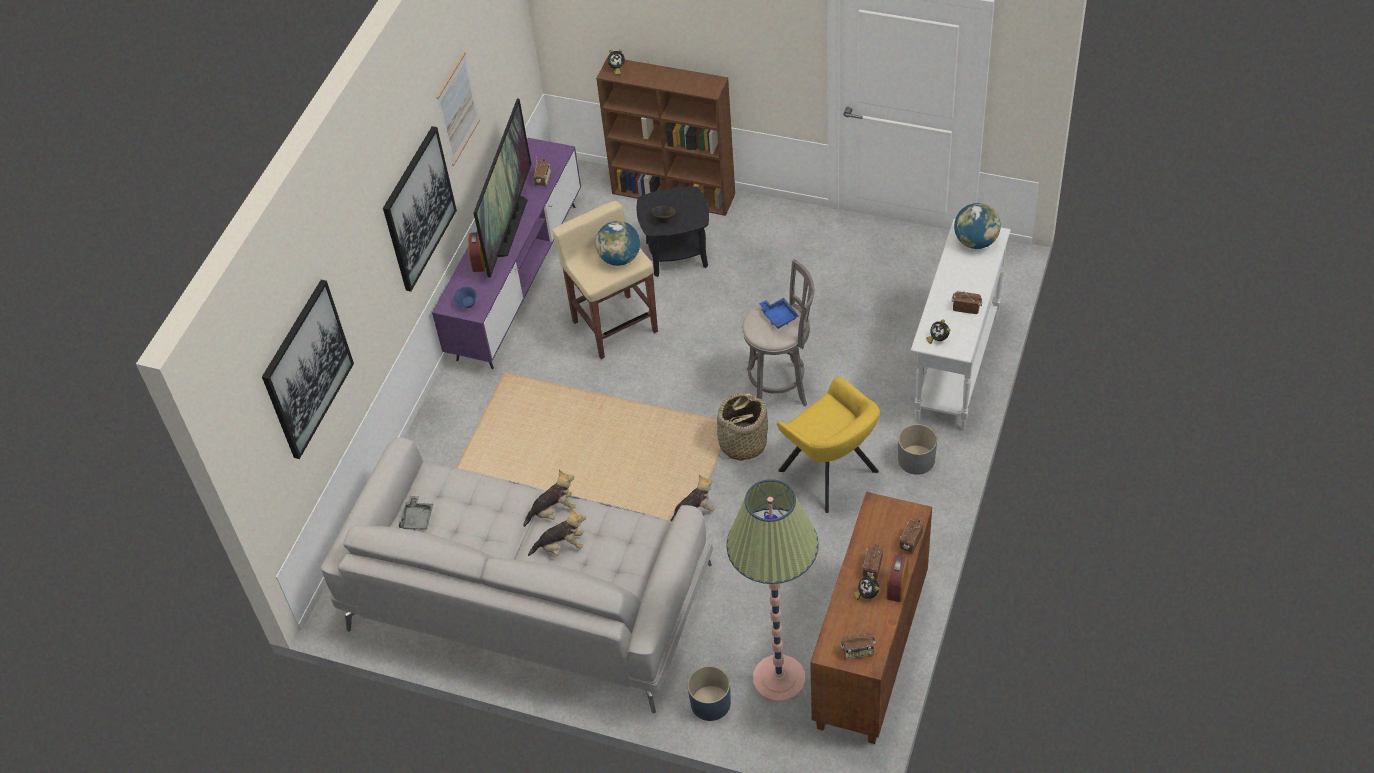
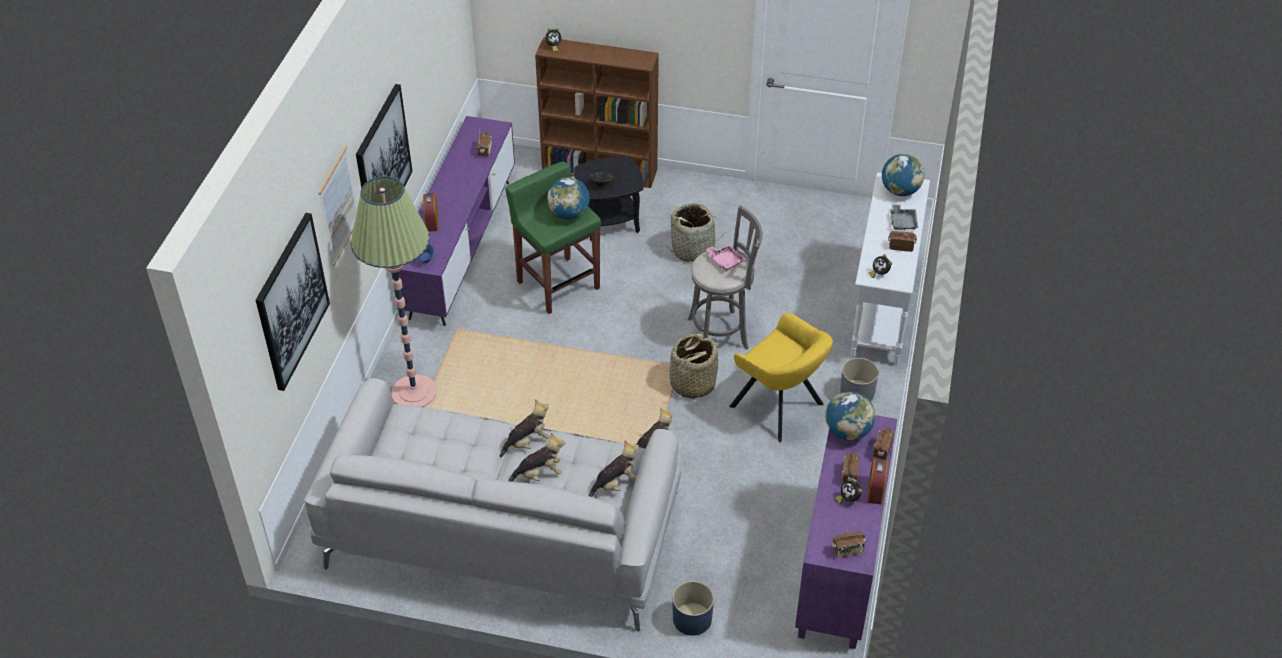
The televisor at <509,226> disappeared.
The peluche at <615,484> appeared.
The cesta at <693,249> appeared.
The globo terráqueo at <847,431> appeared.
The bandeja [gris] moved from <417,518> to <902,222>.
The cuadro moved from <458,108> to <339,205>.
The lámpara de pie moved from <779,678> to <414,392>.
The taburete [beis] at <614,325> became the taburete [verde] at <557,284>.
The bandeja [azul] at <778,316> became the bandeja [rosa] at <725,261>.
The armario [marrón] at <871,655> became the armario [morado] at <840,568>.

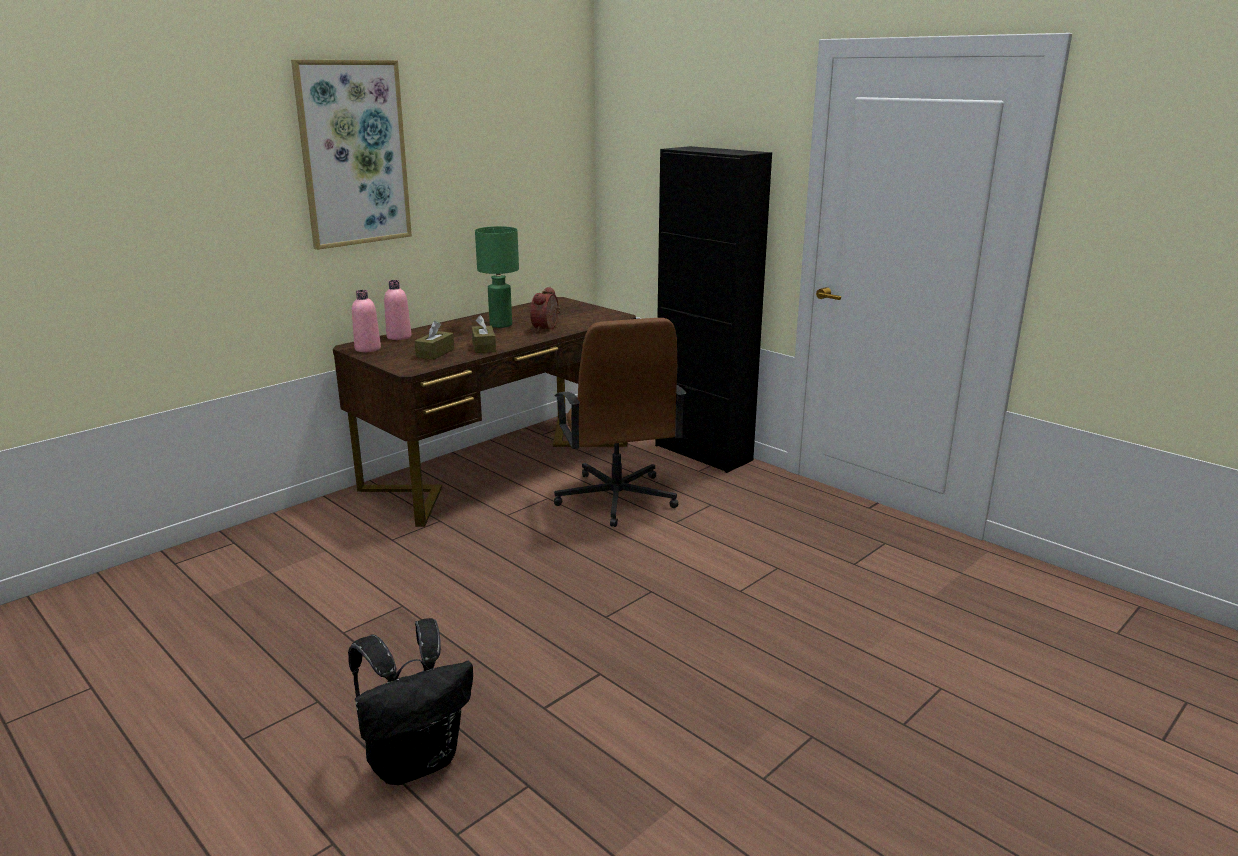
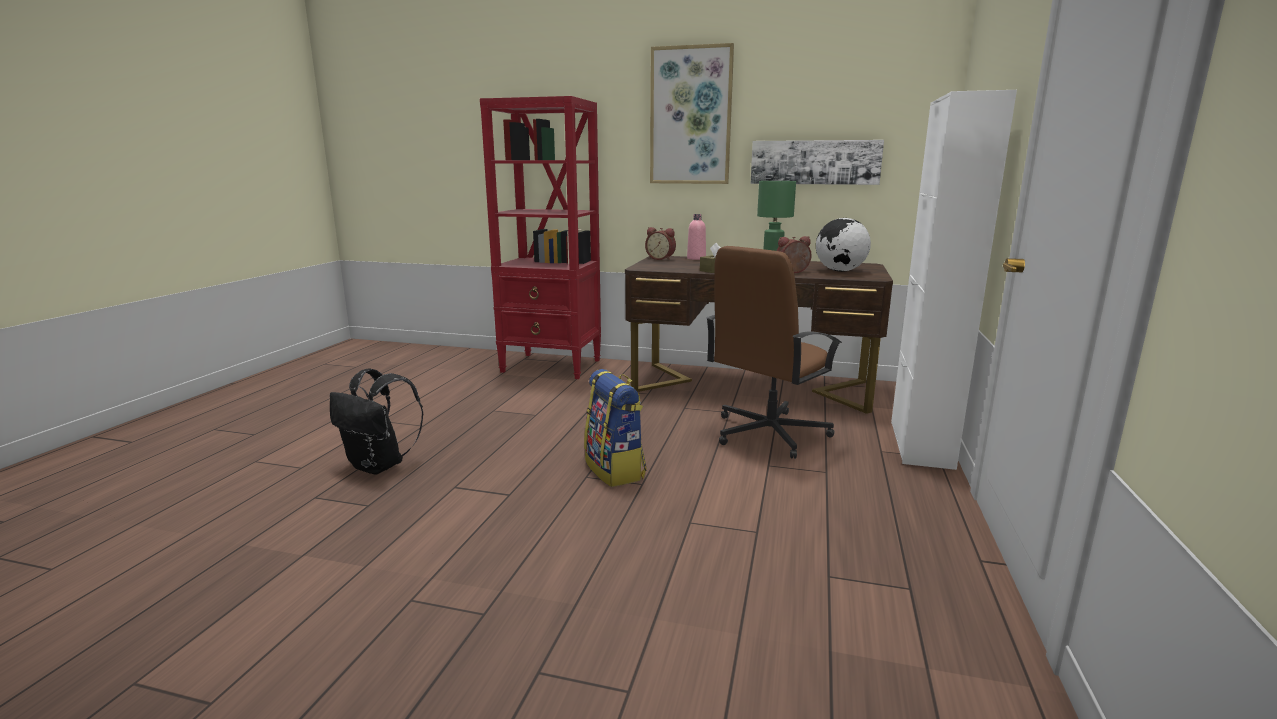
The caja de pañuelos [marrón] at <435,353> disappeared.
The estantería [rojo] at <552,366> appeared.
The mochila at <616,470> appeared.
The cuadro at <815,162> appeared.
The globo terráqueo at <840,271> appeared.
The botella [rosa] at <368,349> was replaced by the despertador at <661,259>.
The armario [negro] at <703,453> became the armario [blanco] at <921,444>.

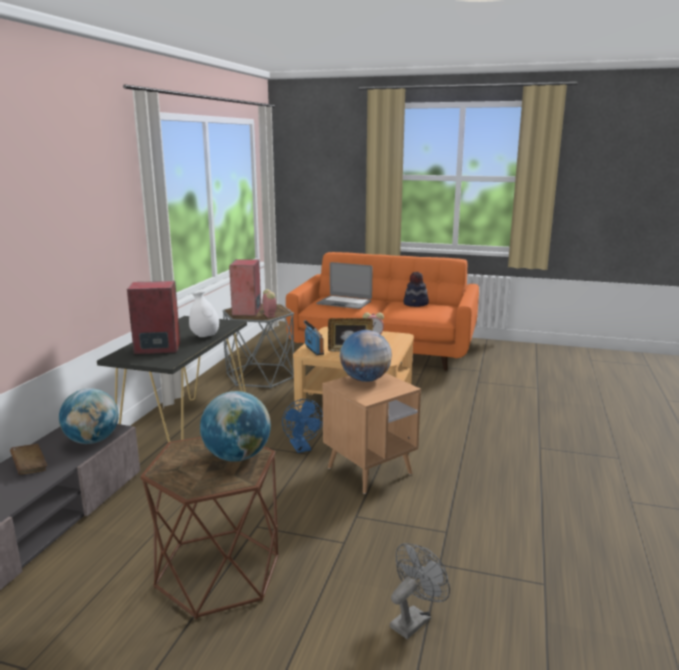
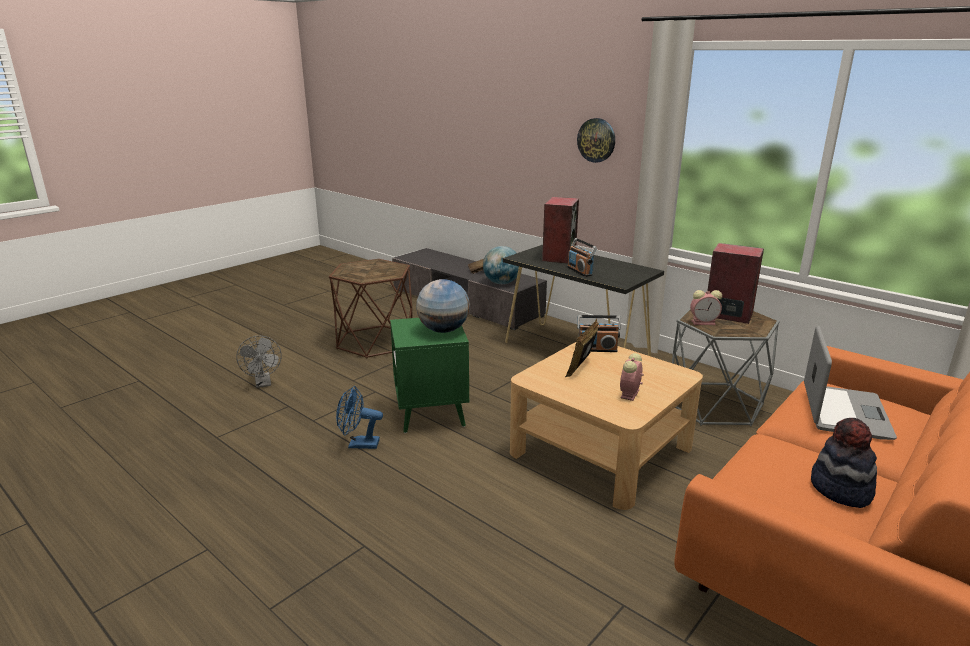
The globo terráqueo at <237,457> disappeared.
The reloj de pared at <596,140> appeared.
The ventilador [azul] moved from <302,448> to <358,444>.
The florero [blanco] at <205,336> was replaced by the radio at <580,271>.
The mesa auxiliar [marrón] at <369,471> became the mesa auxiliar [verde] at <431,414>.
The portátil at <344,303> turned 150 degrees clockwise.

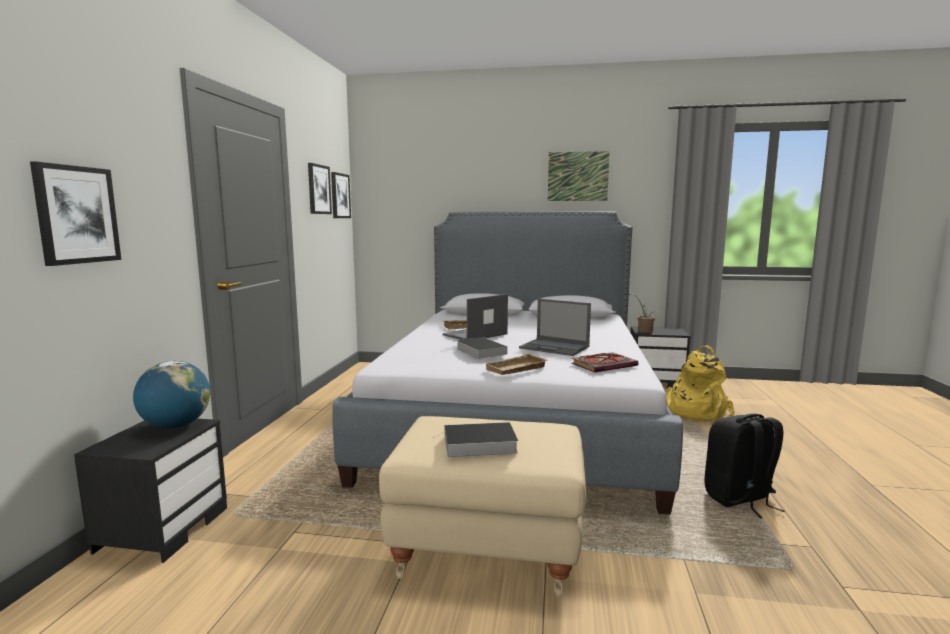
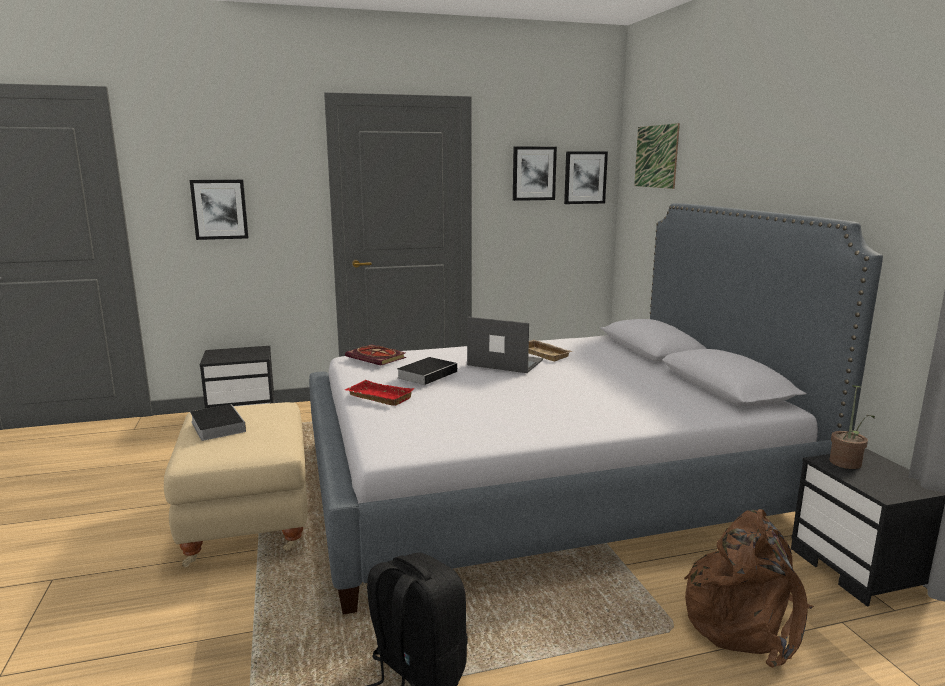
The globo terráqueo at <176,426> disappeared.
The portátil at <555,347> disappeared.
The cuadro moved from <578,176> to <656,156>.
The libro moved from <604,364> to <377,357>.
The bandeja [beis] at <516,369> became the bandeja [rojo] at <377,397>.
The mochila [amarillo] at <693,411> became the mochila [marrón] at <745,621>.

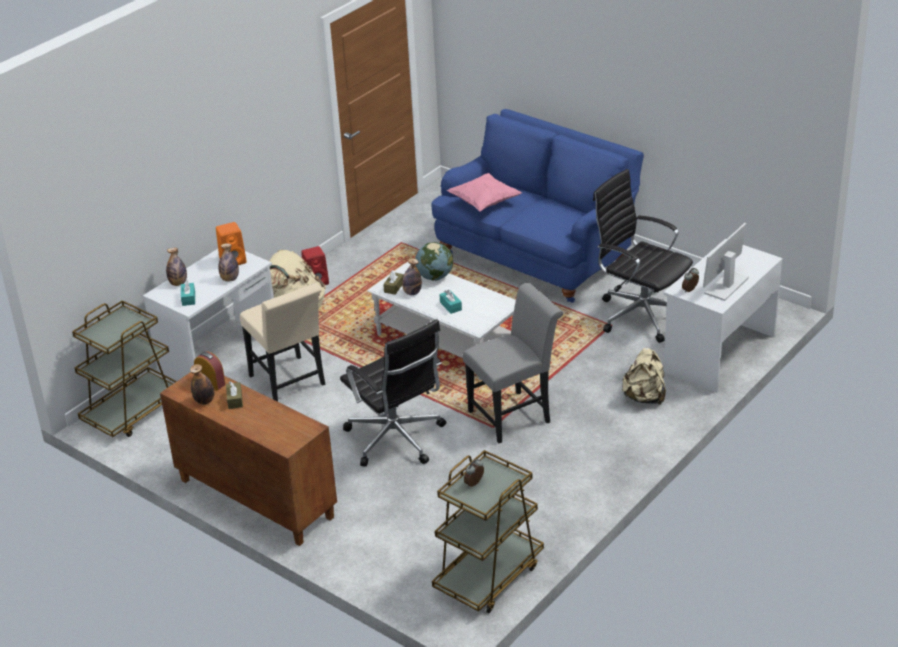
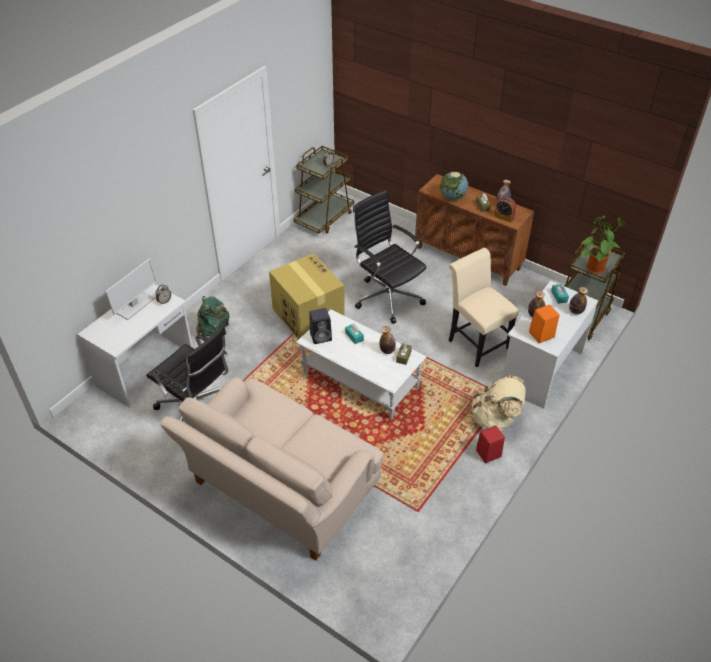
The cojín [rosa] at <484,202> disappeared.
The altavoz [negro] at <321,336> appeared.
The planta en maceta at <594,267> appeared.
The globo terráqueo moved from <435,277> to <453,197>.
The silla [gris] at <514,415> was replaced by the caja de cartón at <307,315>.
The sofá [azul] at <537,255> became the sofá [beis] at <280,490>.
The mochila [beis] at <644,397> became the mochila [verde] at <213,329>.

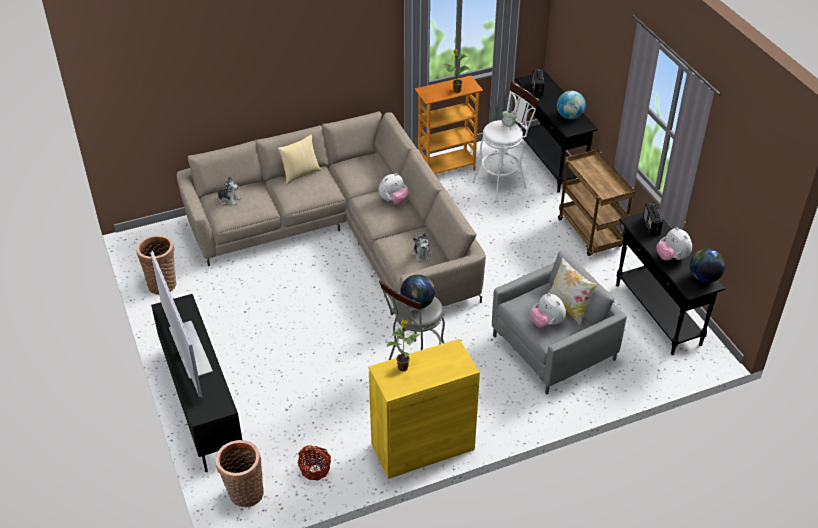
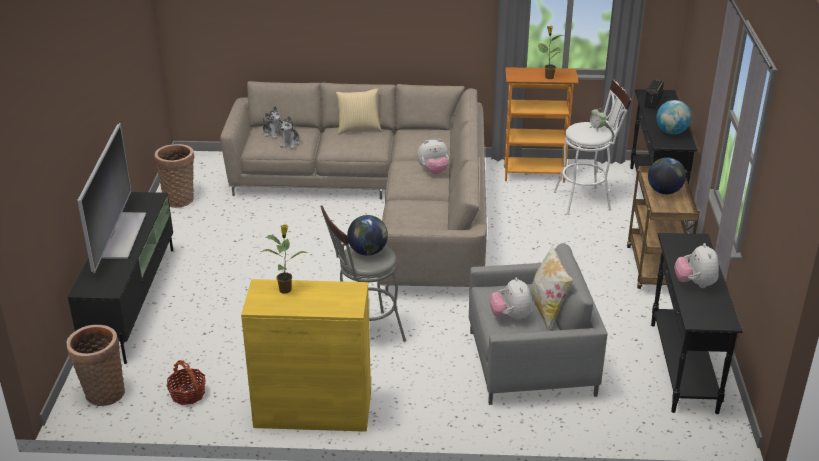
The radio at <651,226> disappeared.
The peluche moved from <422,254> to <290,143>.
The globo terráqueo moved from <704,277> to <664,191>.

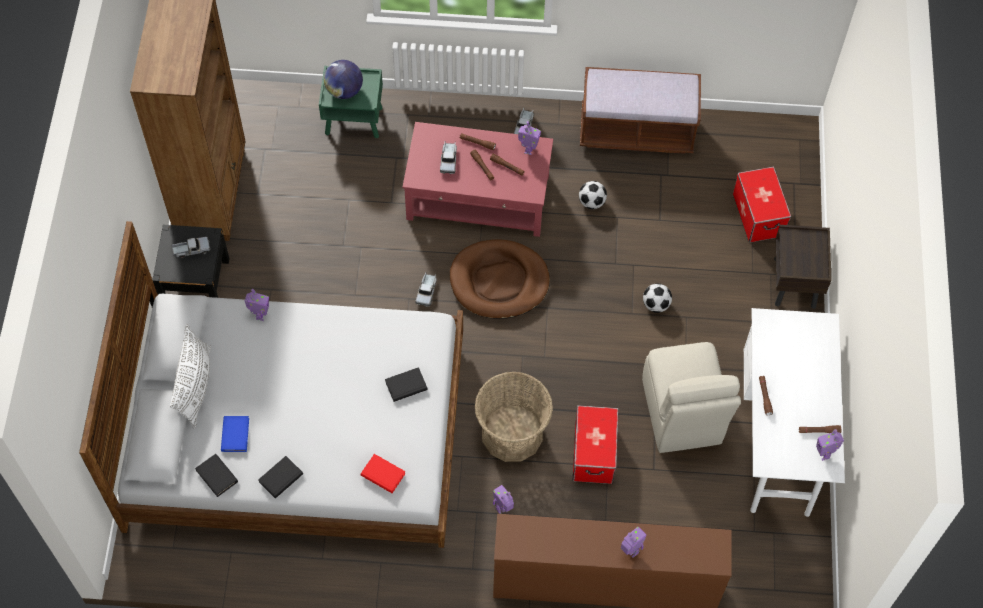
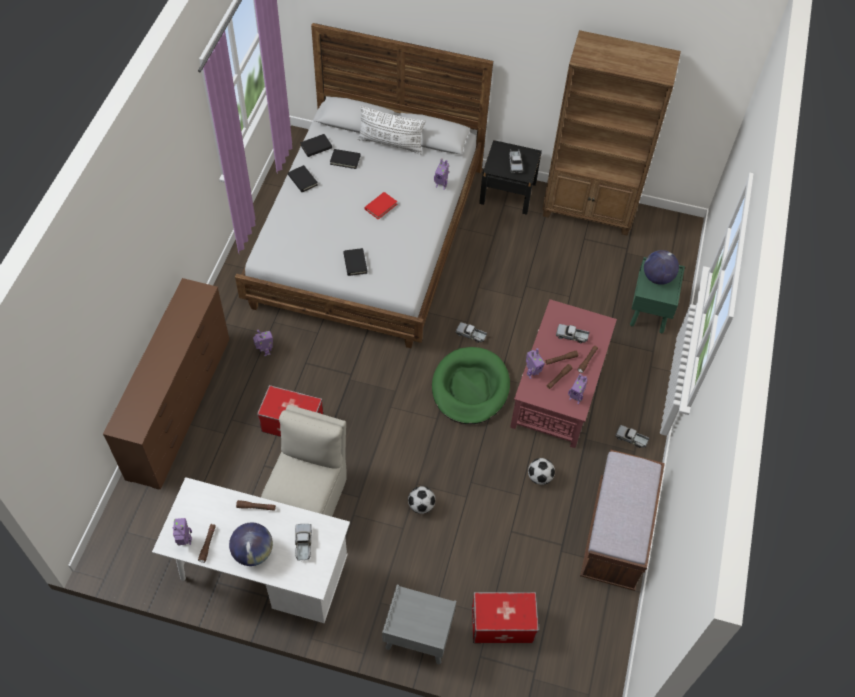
The cesta at <512,433> disappeared.
The globo terráqueo at <253,552> appeared.
The camión de juguete at <303,544> appeared.
The libro [rojo] moved from <383,474> to <380,206>.
The robot de juguete moved from <630,551> to <532,373>.
The libro [azul] at <235,435> became the libro [negro] at <345,160>.
The cama para perro [marrón] at <499,281> became the cama para perro [verde] at <470,388>.
The mesita de noche [marrón] at <795,283> became the mesita de noche [gris] at <417,637>.
The silla [beis] at <681,414> turned 105 degrees clockwise.

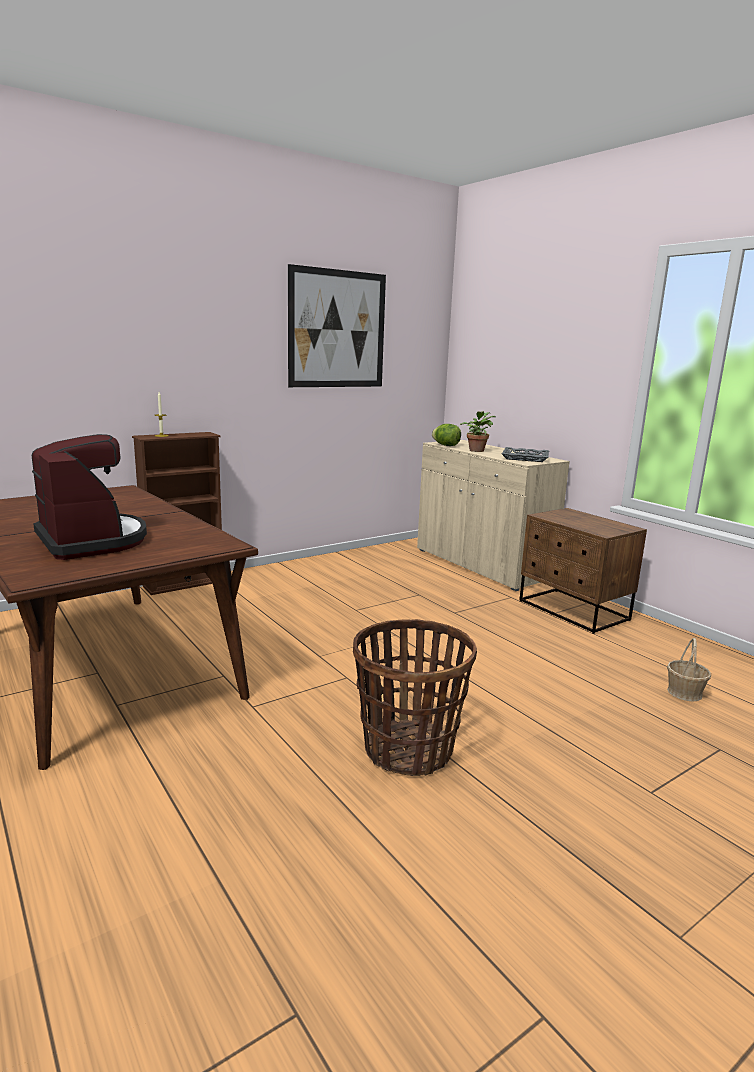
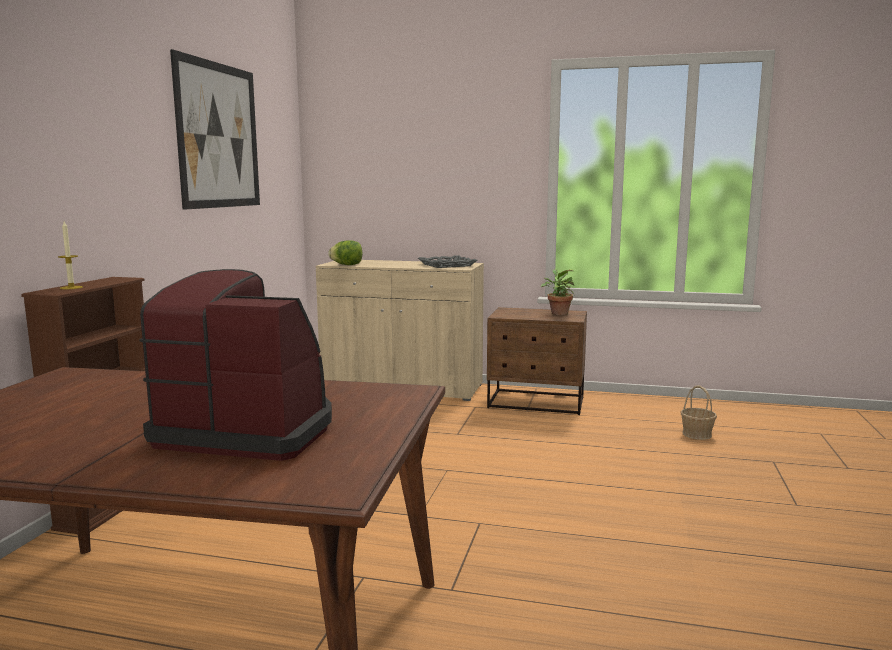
The cesta at <408,749> disappeared.
The planta en maceta moved from <476,450> to <558,313>.

